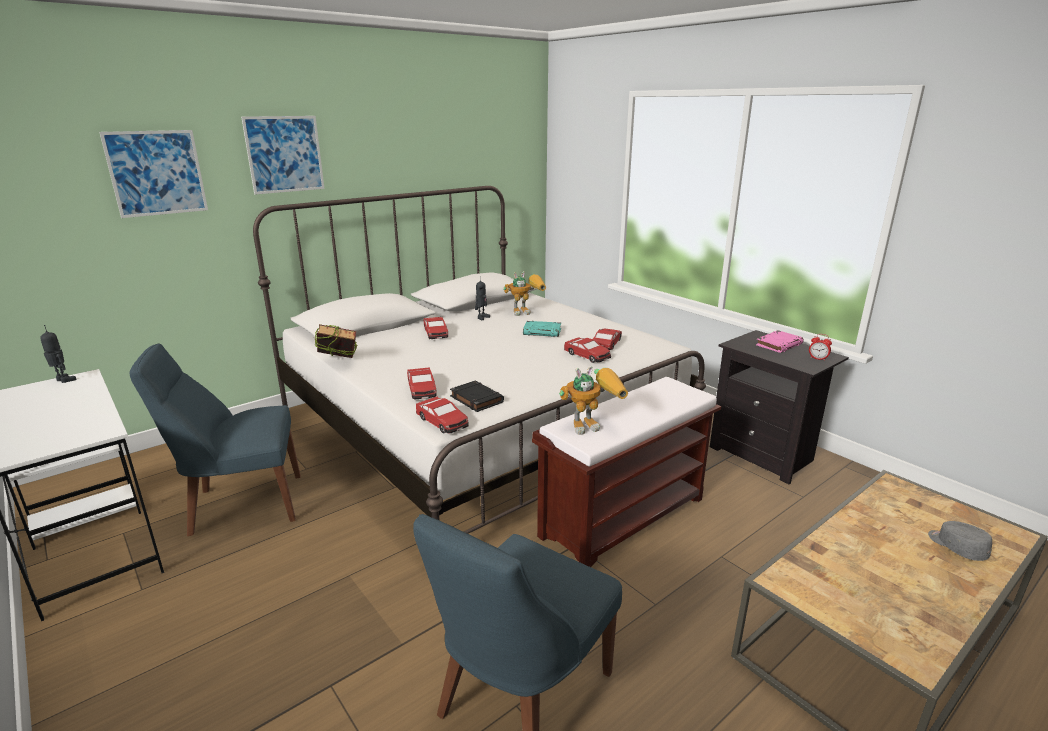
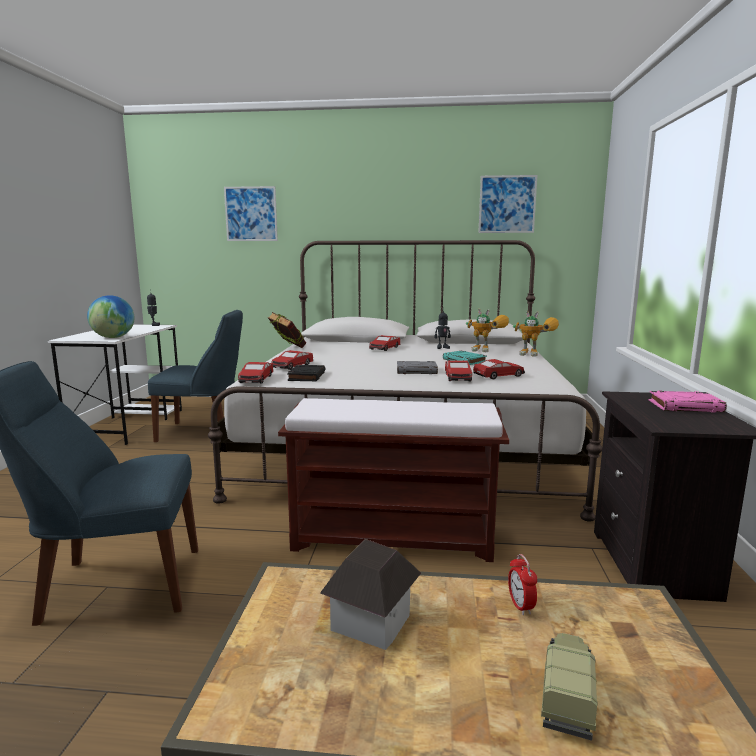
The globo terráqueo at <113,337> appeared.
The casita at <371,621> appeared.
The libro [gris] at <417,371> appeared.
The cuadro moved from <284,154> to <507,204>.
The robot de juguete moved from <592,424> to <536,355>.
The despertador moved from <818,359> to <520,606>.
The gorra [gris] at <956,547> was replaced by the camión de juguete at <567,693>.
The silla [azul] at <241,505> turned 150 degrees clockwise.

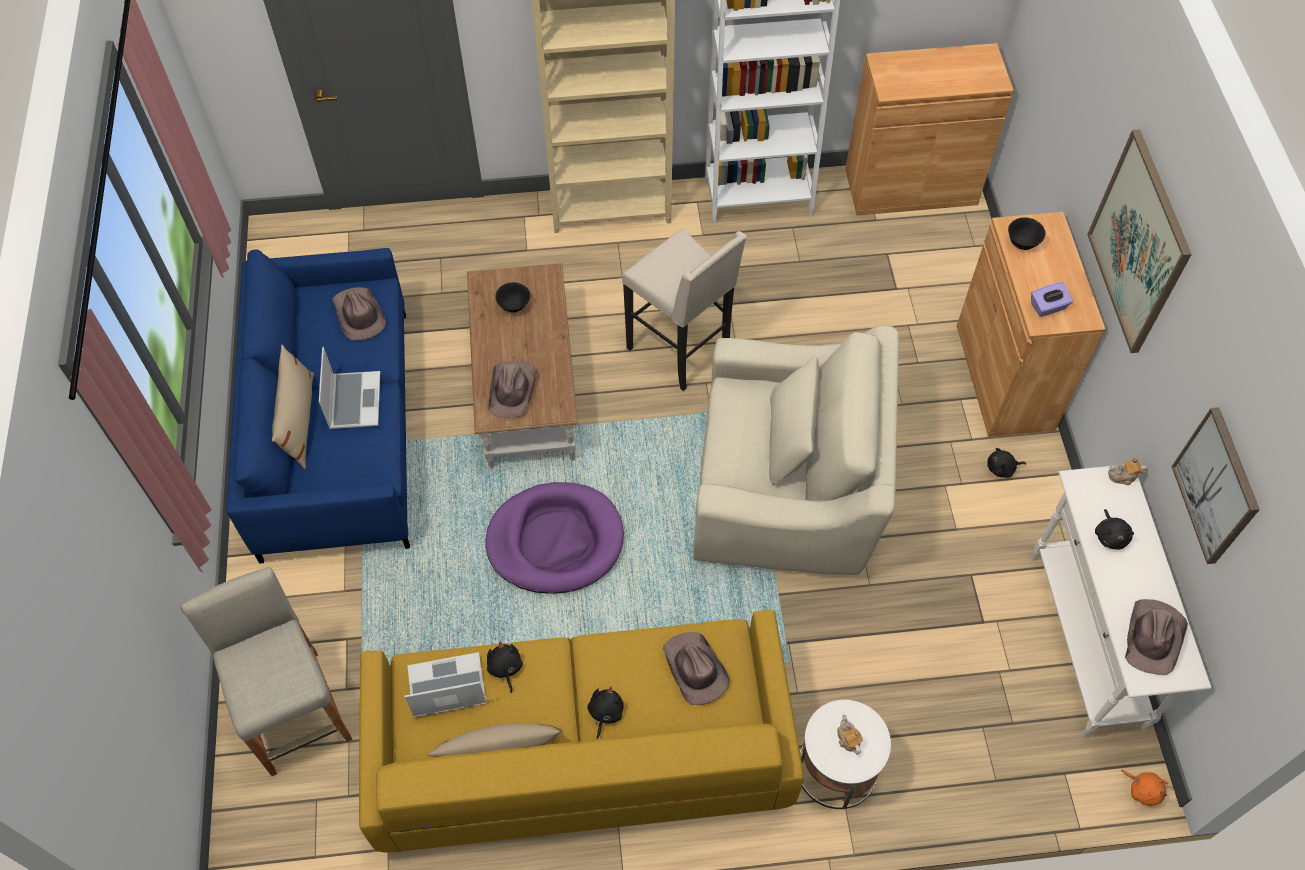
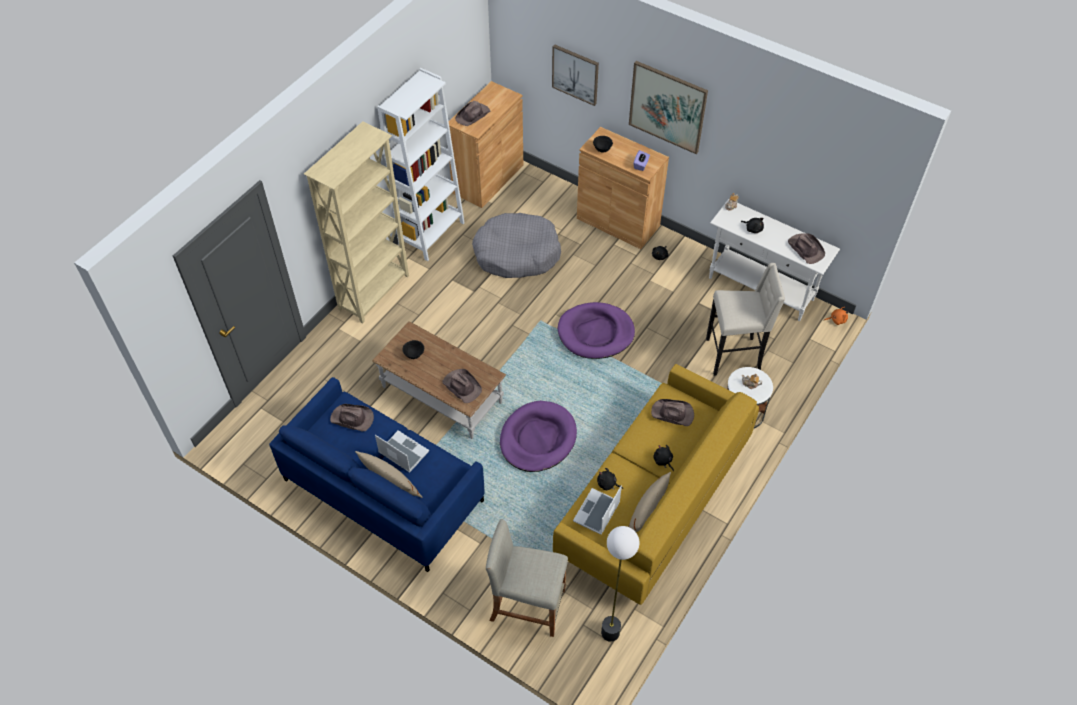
The sombrero [marrón] at <473,115> appeared.
The cama para perro [gris] at <516,253> appeared.
The lámpara de pie at <610,633> appeared.
The taburete [beis] moved from <681,351> to <734,355>.
The cuadro moved from <1217,486> to <575,74>.
The sillón [beis] at <788,485> was replaced by the cama para perro [morado] at <596,333>.

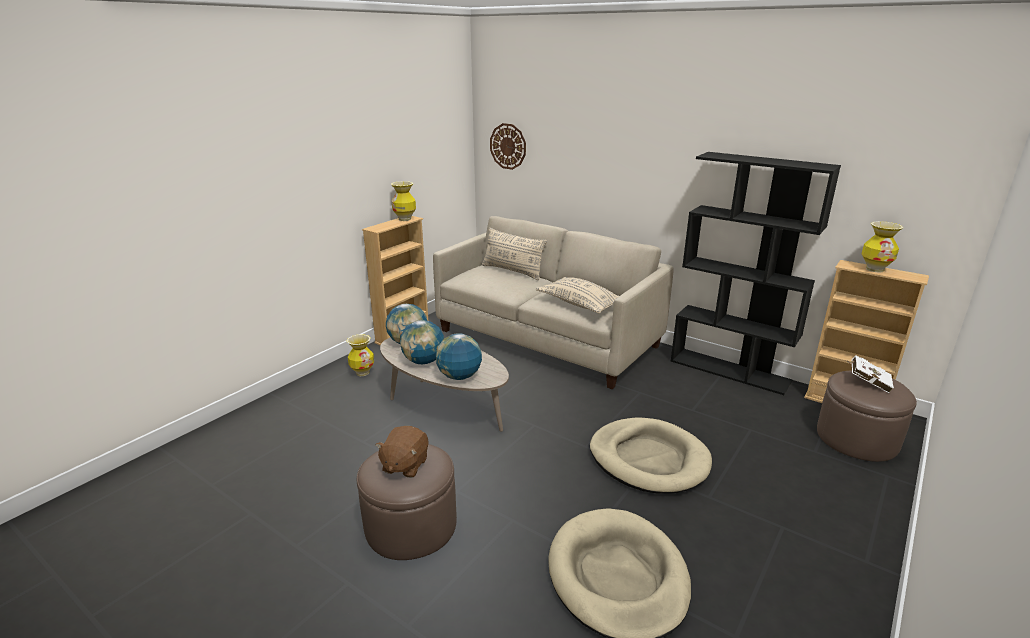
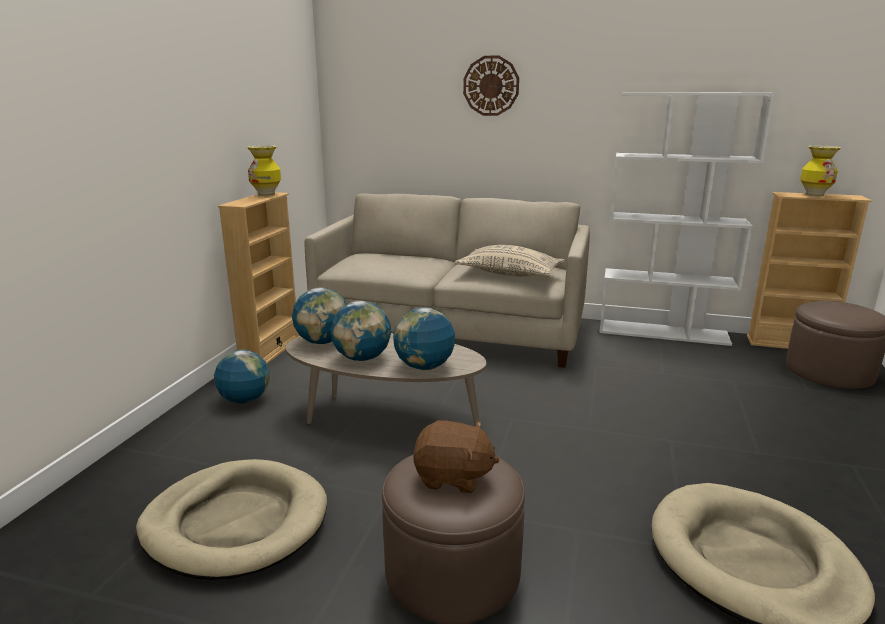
The cojín [beis] at <512,271> disappeared.
The libro [blanco] at <866,382> disappeared.
The reloj de pared moved from <508,146> to <491,86>.
The cama para perro [beis] moved from <648,459> to <236,523>.
The florero at <362,373> was replaced by the globo terráqueo at <244,400>.
The estantería [negro] at <730,371> became the estantería [blanco] at <663,332>.
The peluche [marrón] at <404,465> turned 75 degrees counterclockwise.

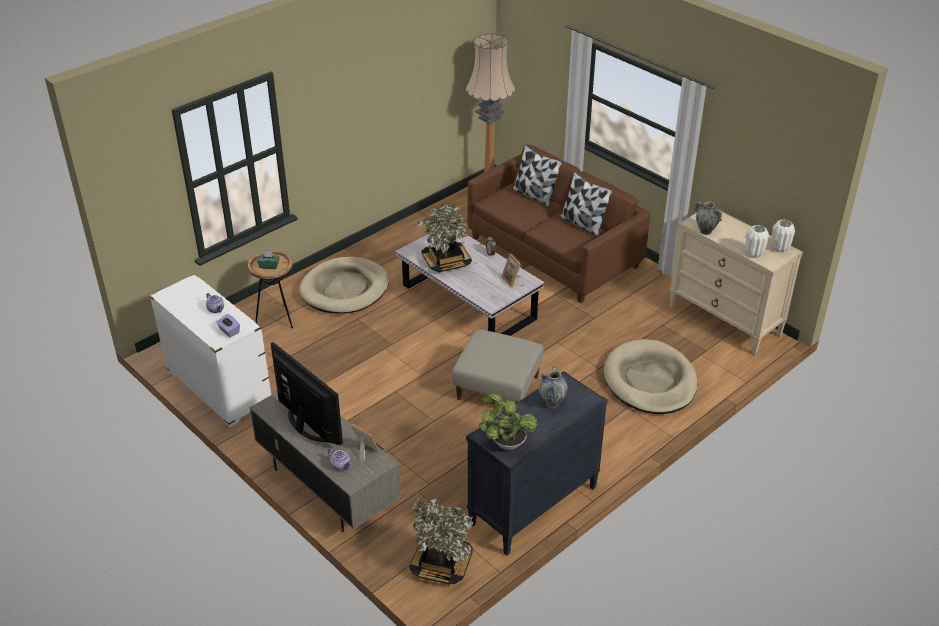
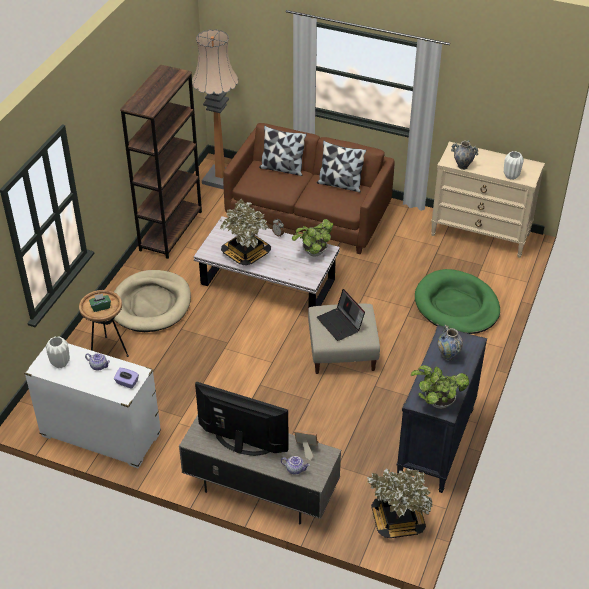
The estantería [marrón] at <171,230> appeared.
The portátil at <340,324> appeared.
The florero [blanco] moved from <779,249> to <60,363>.
The portarretratos at <513,280> was replaced by the planta en maceta at <313,253>.
The cama para perro [beis] at <650,381> became the cama para perro [verde] at <456,305>.

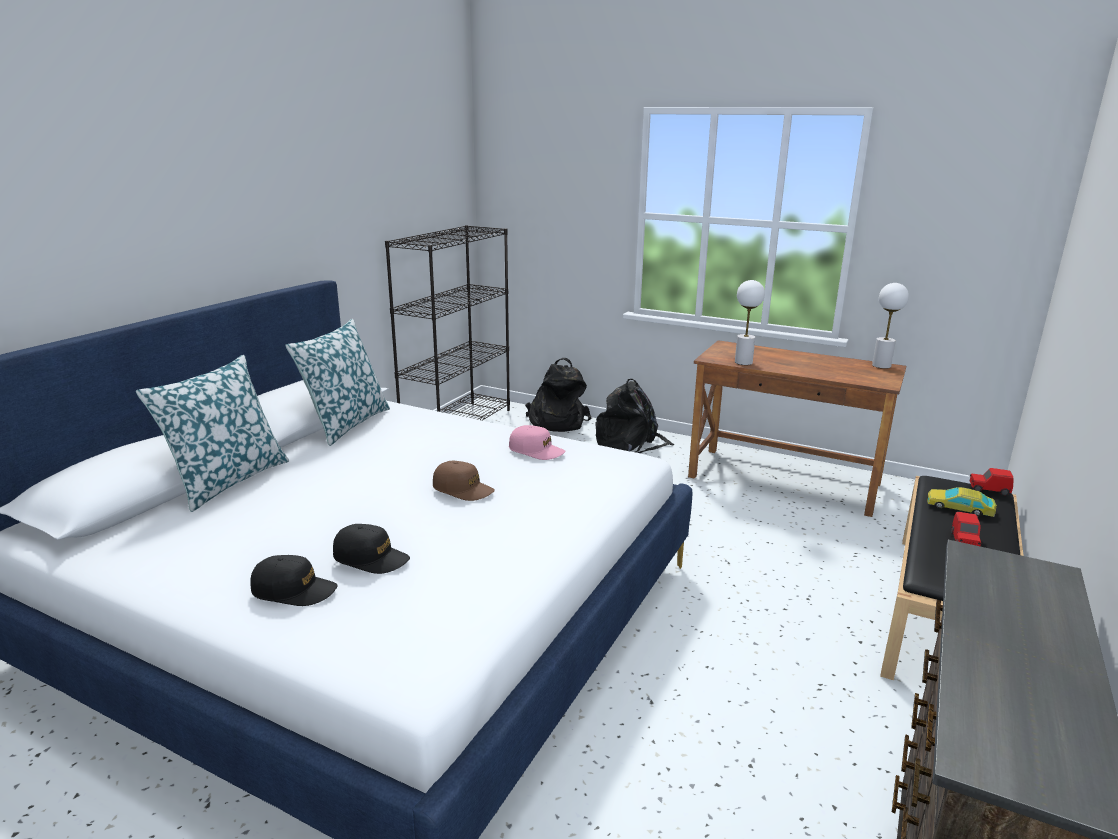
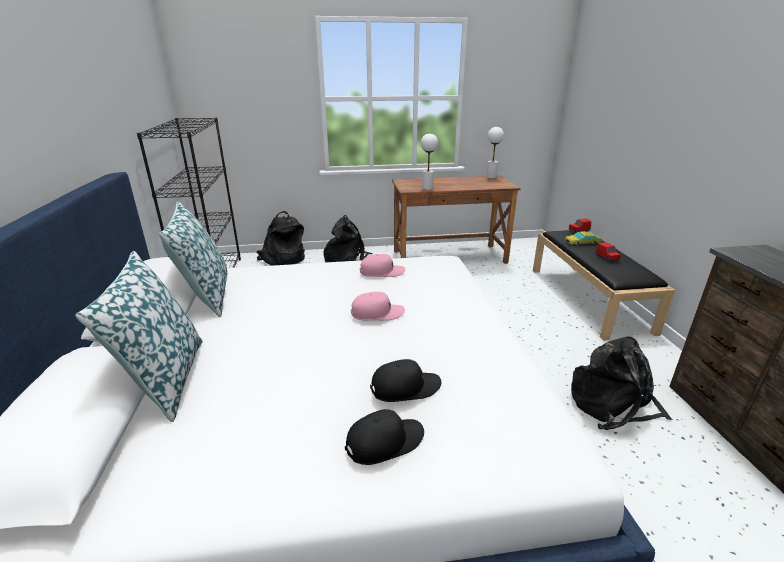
The mochila [negro] at <613,405> appeared.
The gorra [marrón] at <463,489> became the gorra [rosa] at <377,313>.

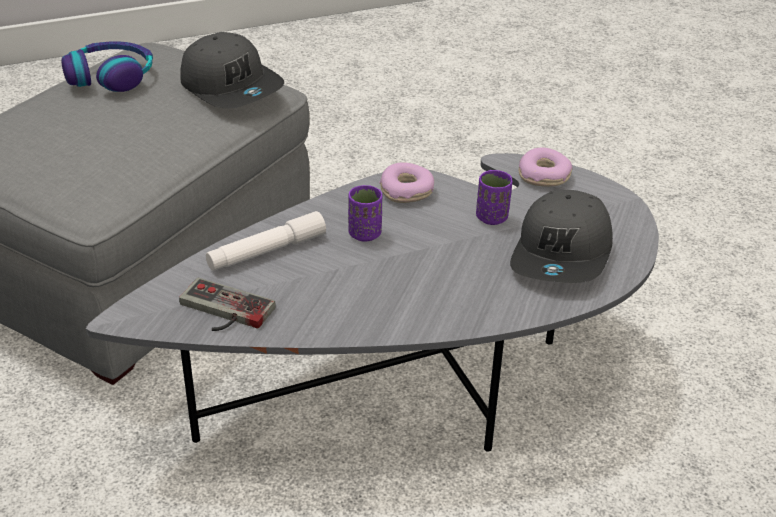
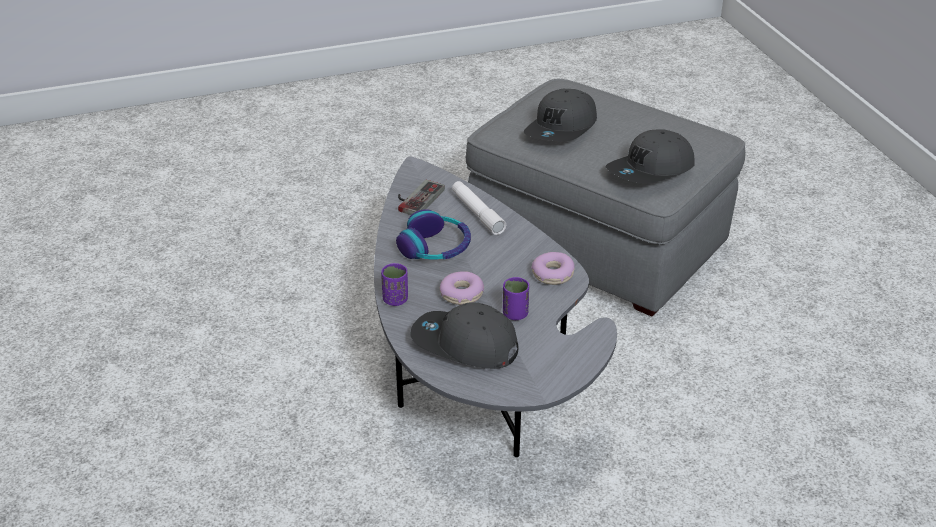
The gorra [gris] at <562,129> appeared.
The auriculares moved from <111,76> to <435,247>.
The taza [morado] moved from <365,234> to <395,300>.
The rosquilla moved from <544,176> to <461,294>.

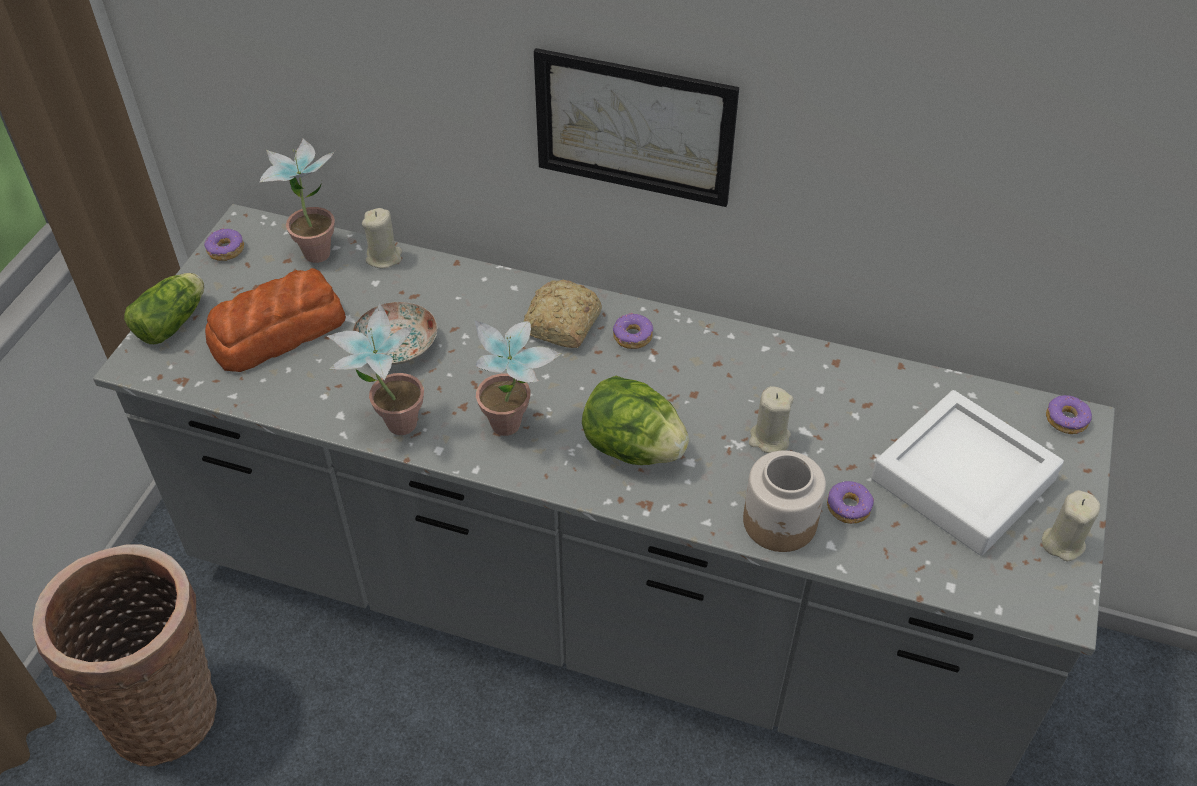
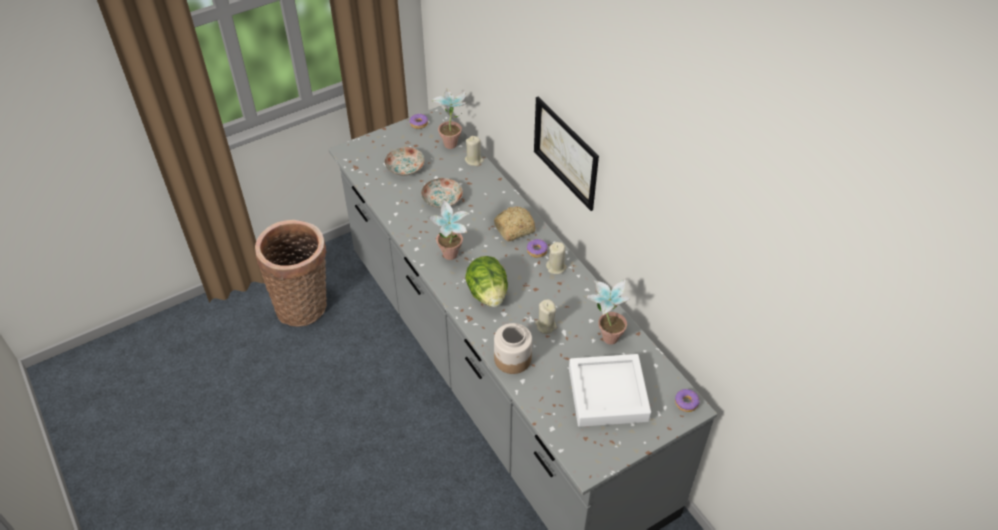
The lechuga at <174,321> disappeared.
The rosquilla at <849,507> disappeared.
The planta en maceta moved from <390,424> to <605,335>.
The vela [beis] moved from <1062,543> to <556,267>.
The pan at <275,332> was replaced by the plato at <405,167>.

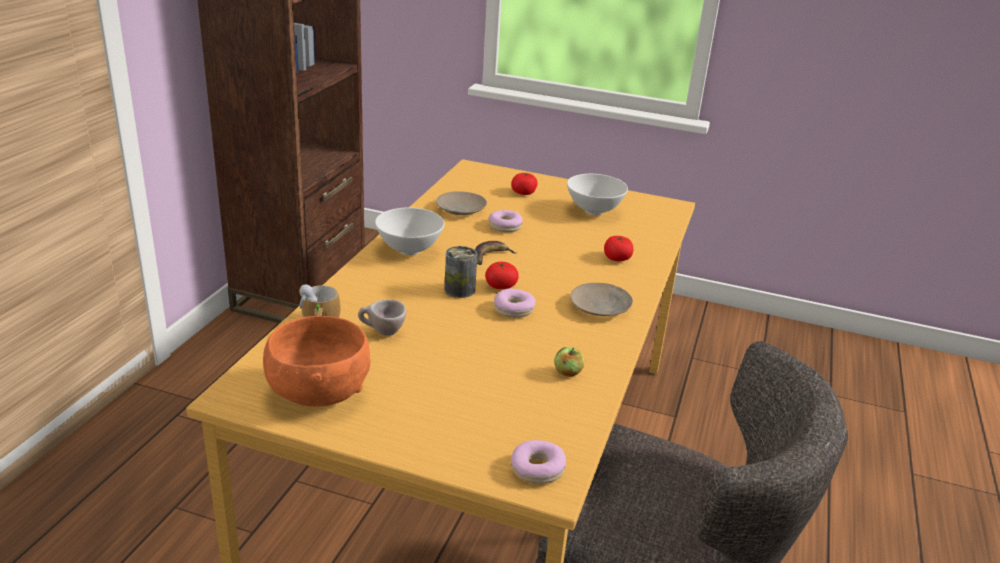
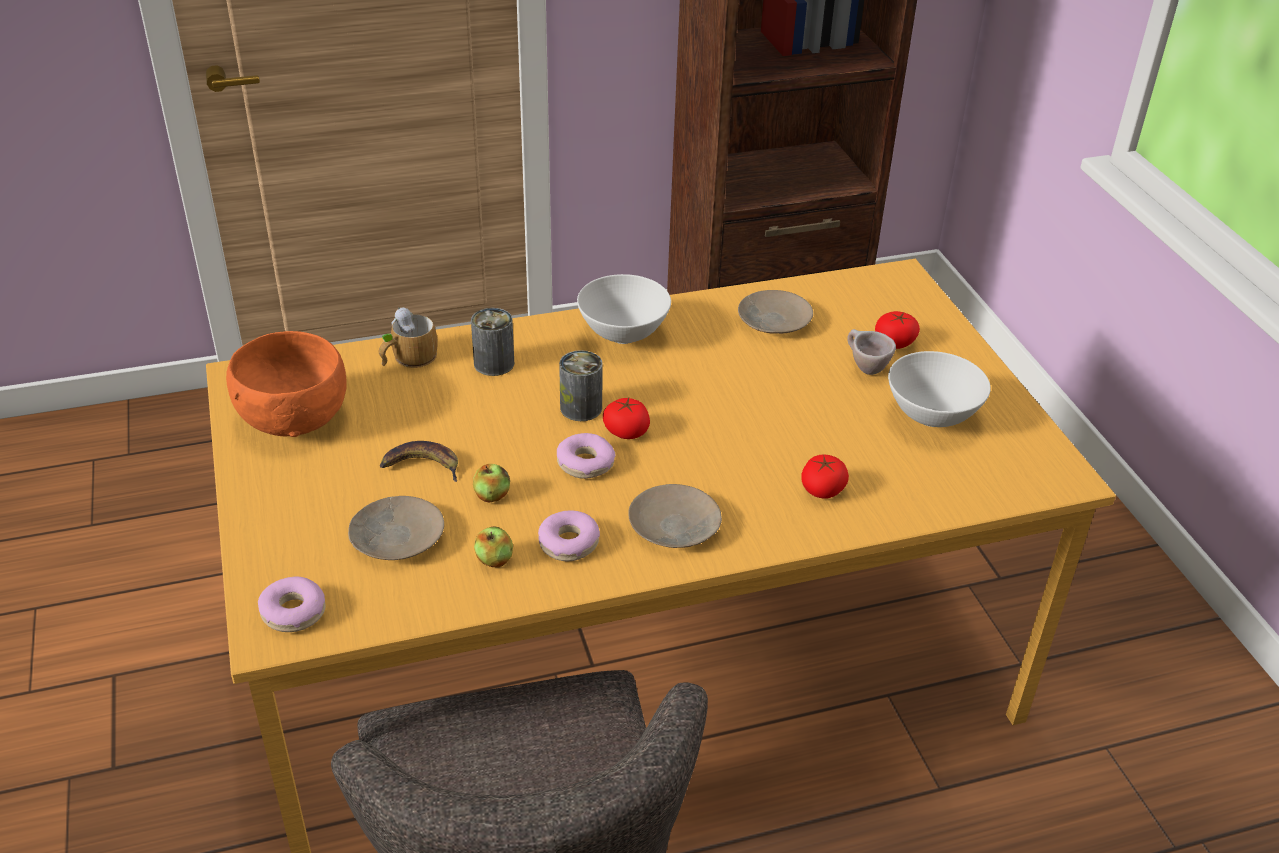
The plato [beis] at <396,537> appeared.
The lata at <494,363> appeared.
The manzana at <492,495> appeared.
The taza [beis] moved from <382,332> to <864,367>.
The plátano moved from <490,257> to <421,466>.
The rosquilla moved from <505,226> to <569,543>.

